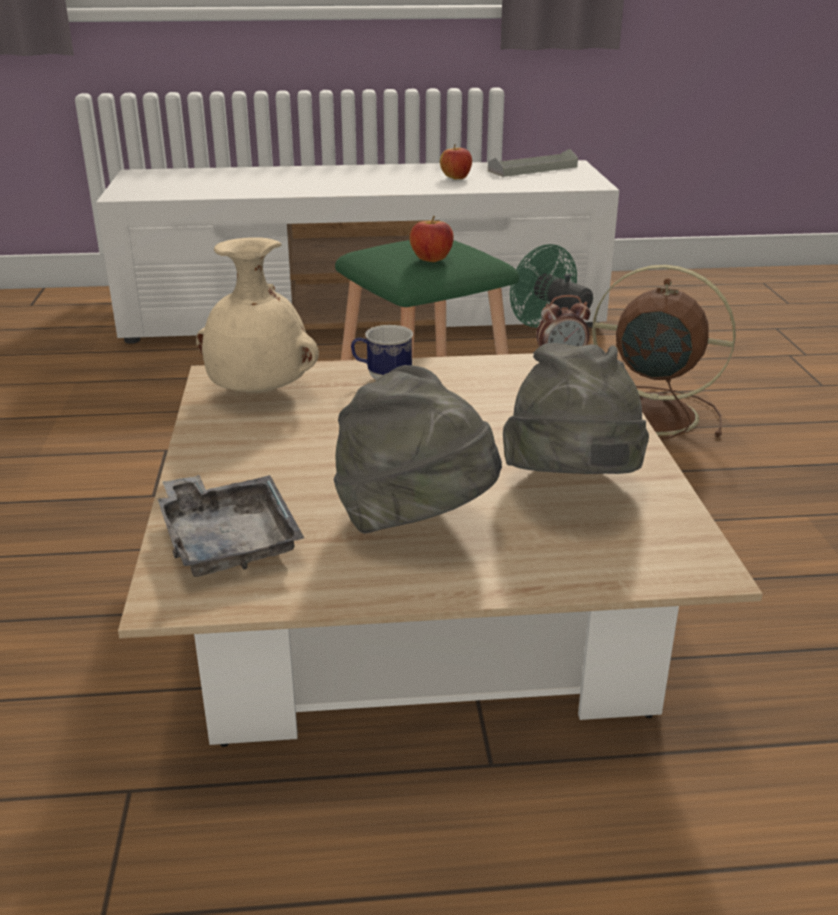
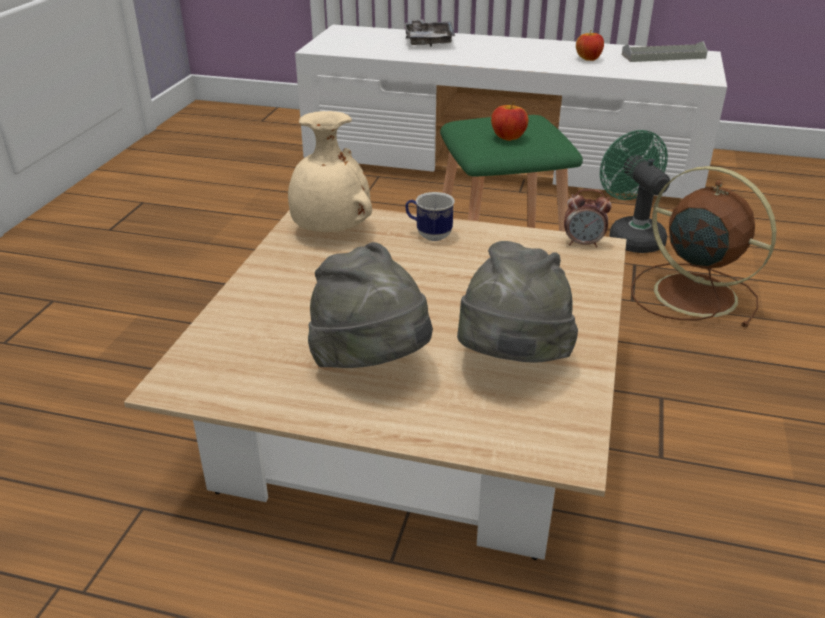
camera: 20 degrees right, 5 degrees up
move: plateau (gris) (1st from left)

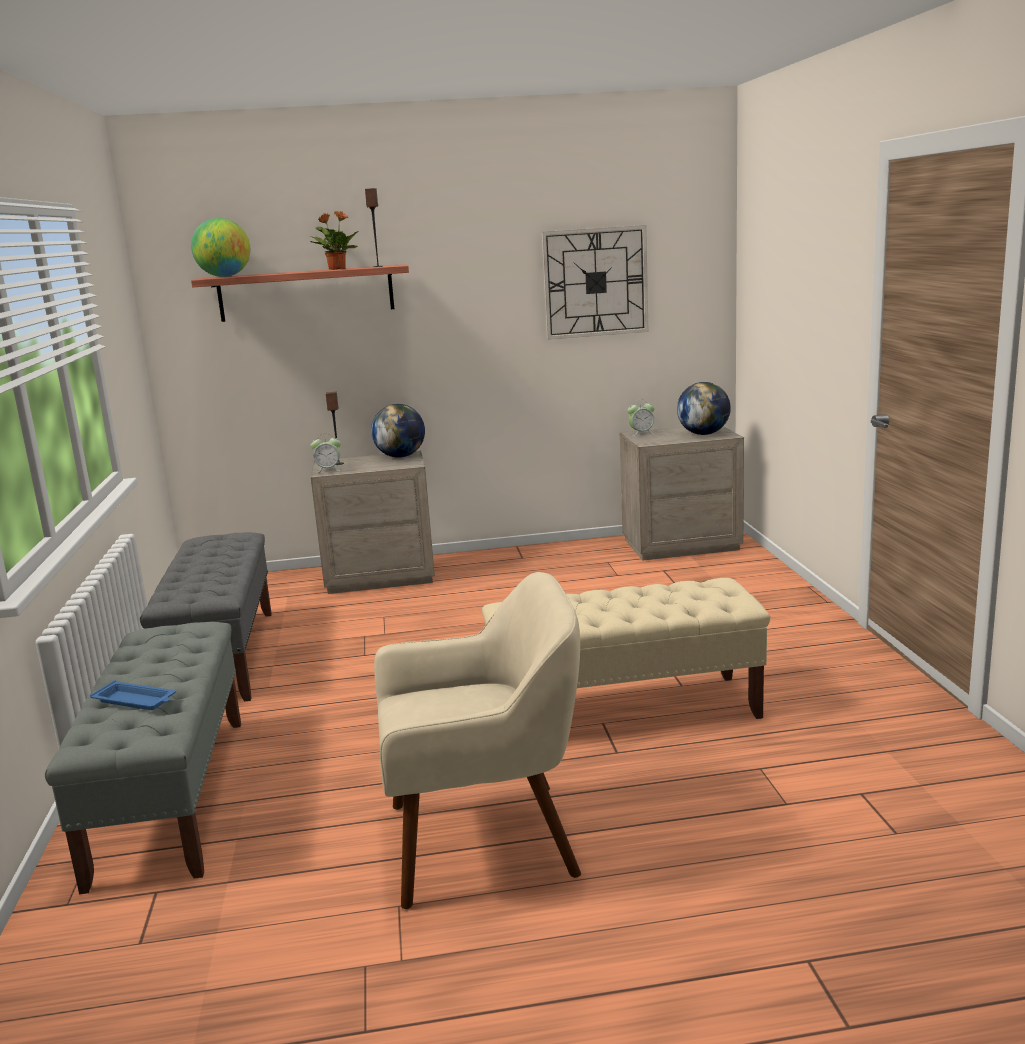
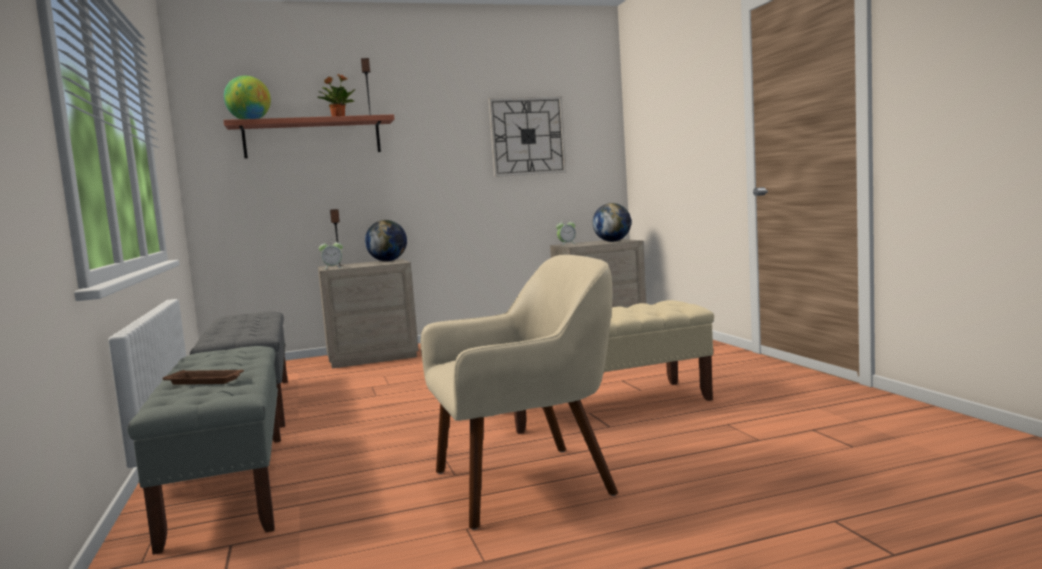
camera: 10 degrees left, 10 degrees down
recolor: plateau (bleu) to plateau (marron)

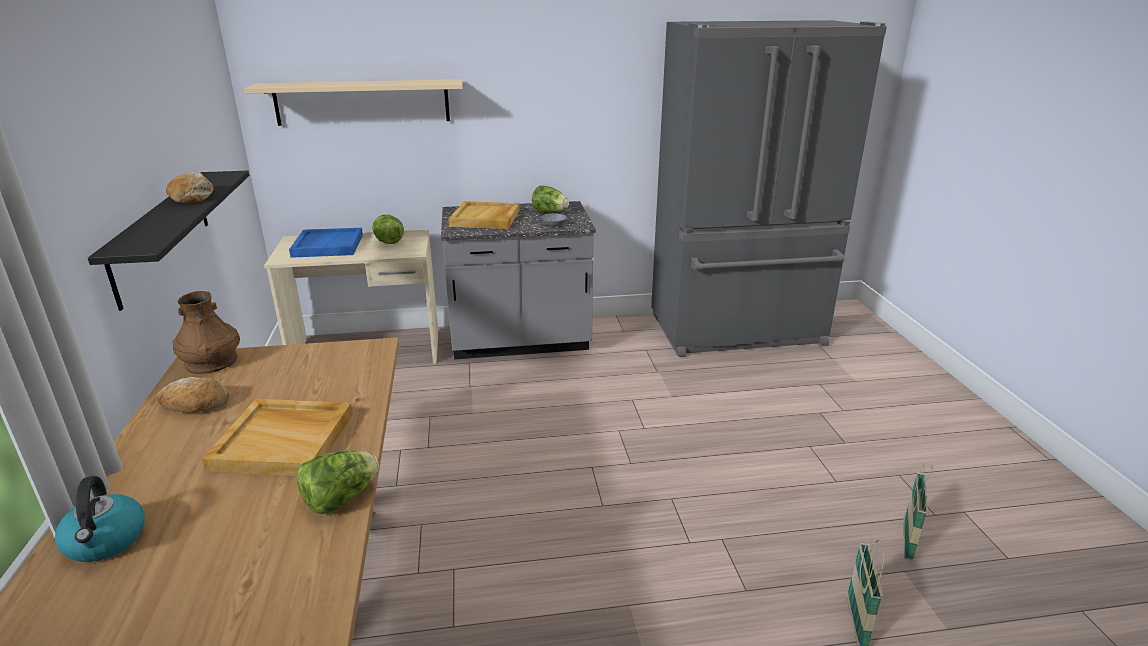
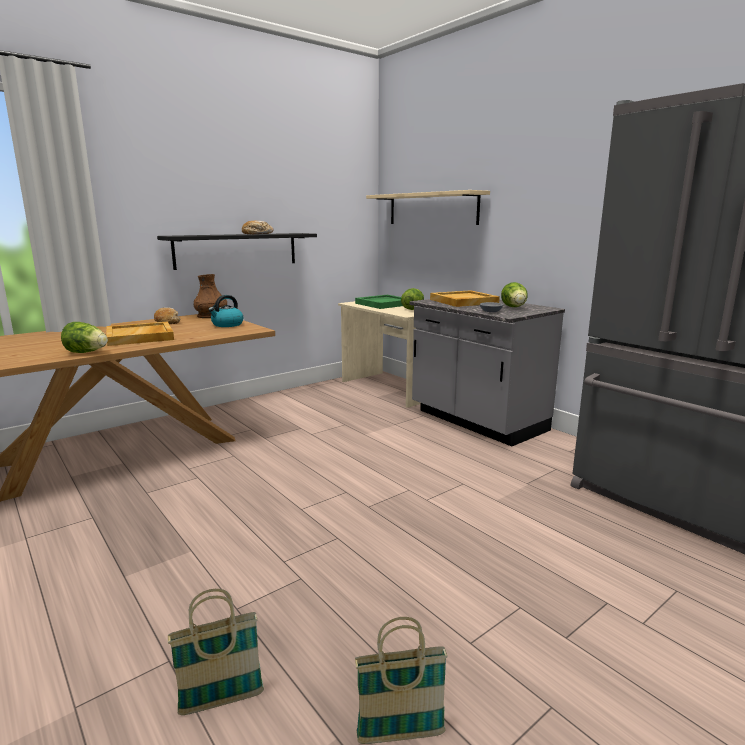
camera: 60 degrees right, 10 degrees down
move: bouilloire
recolor: plateau (bleu) to plateau (vert)

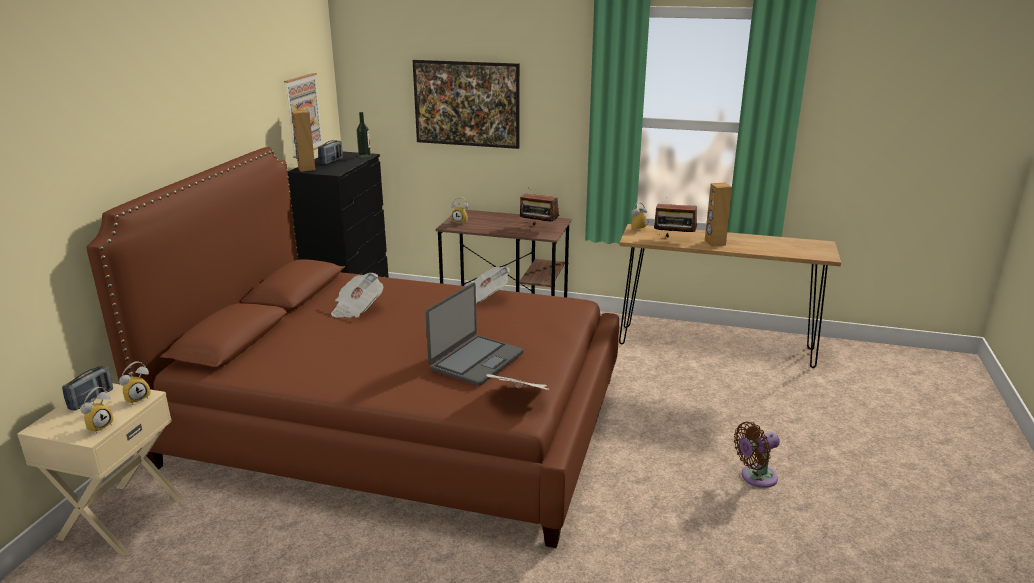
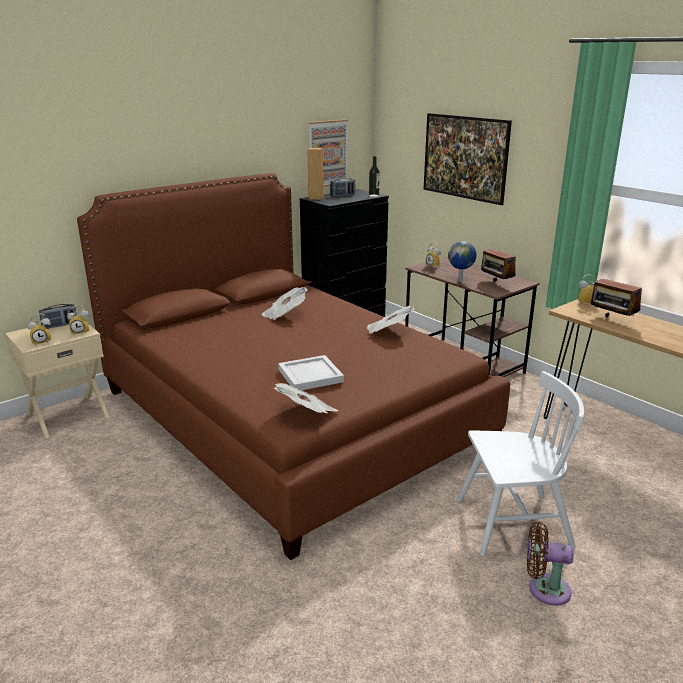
camera: 35 degrees right, 0 degrees up
delete: enceinte (marron) (2nd from left)
insert: globe; chaise (blanc)
replace: ordinateur portable to plateau (blanc)

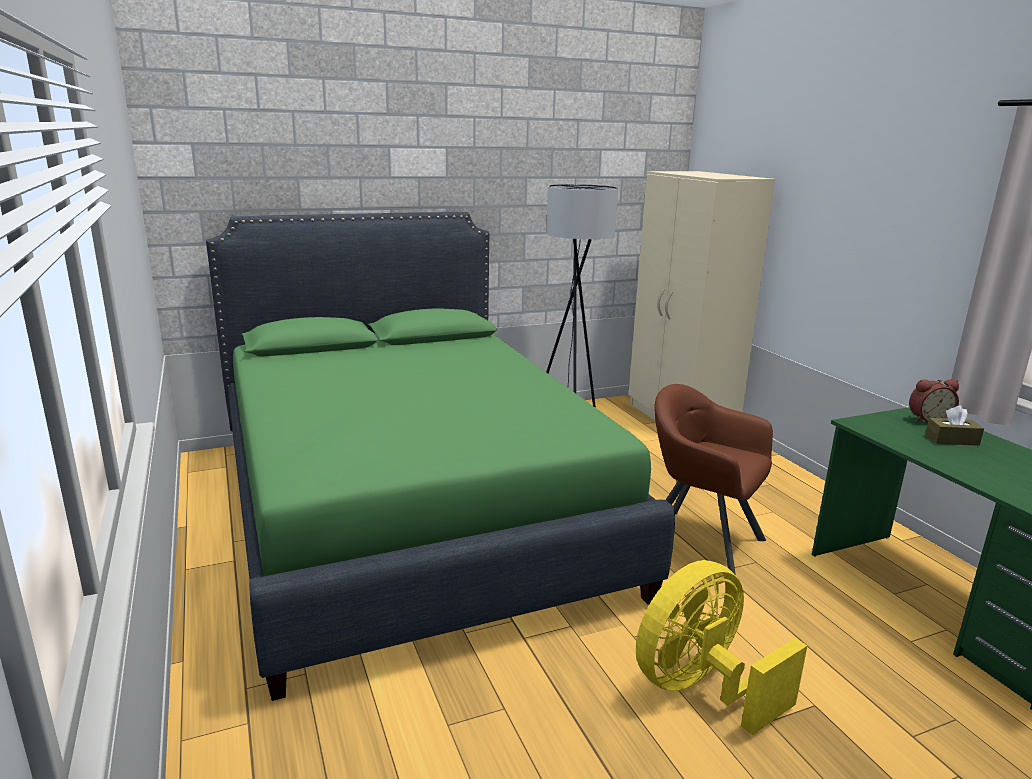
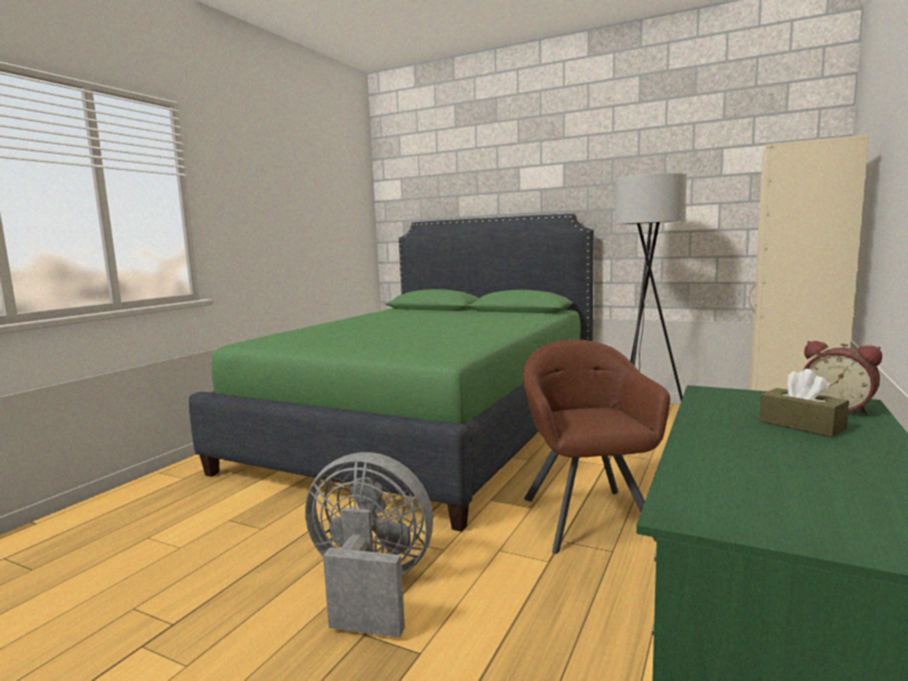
camera: 50 degrees right, 10 degrees down
recolor: ventilateur (jaune) to ventilateur (gris)

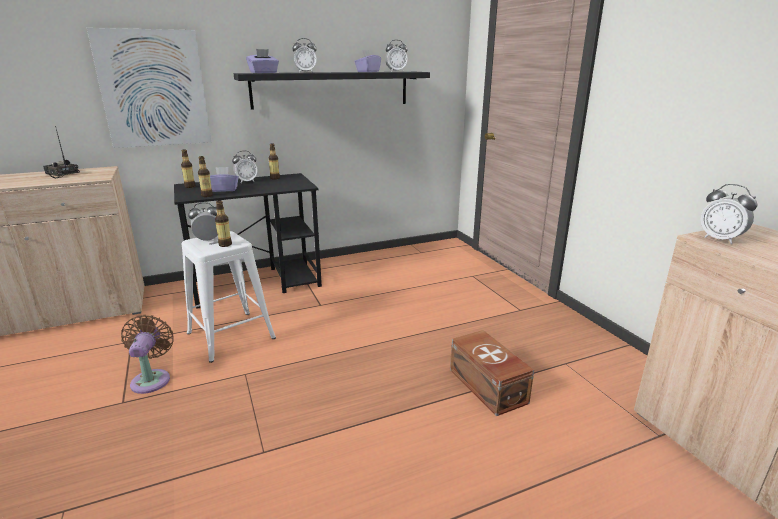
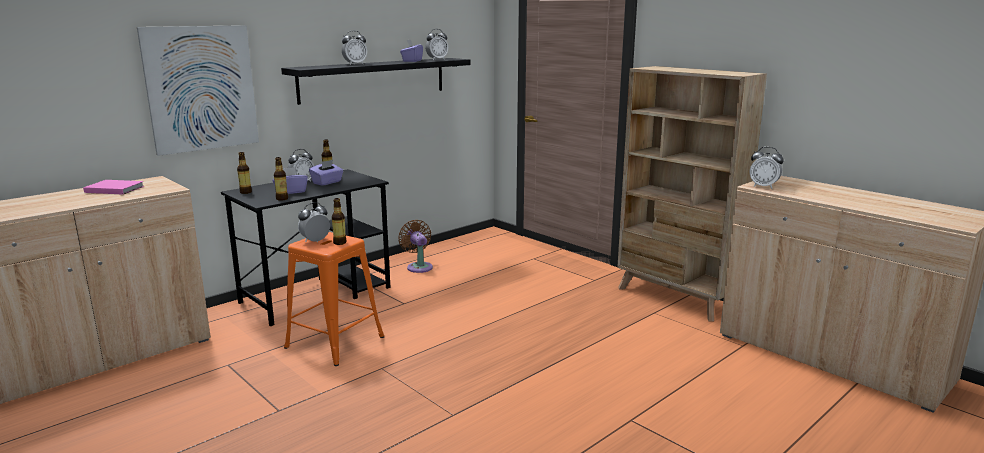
camera: 20 degrees left, 5 degrees down
delete: boîte de rangement (marron)
insert: bibliothèque (beige)
move: boîte à mouchoirs (violet) (2nd from left); ventilateur (marron)
replace: radio to livre (rose)
recolor: tabouret (blanc) to tabouret (orange)

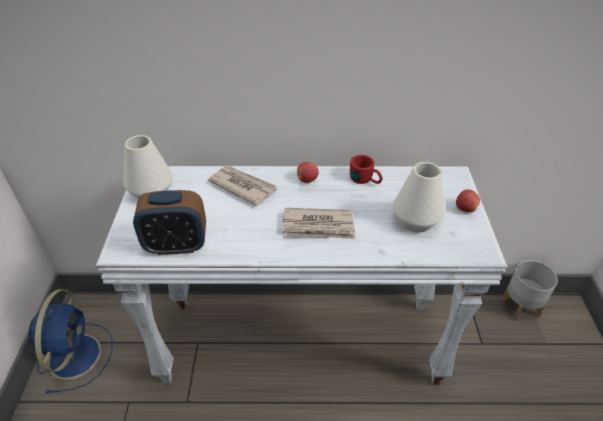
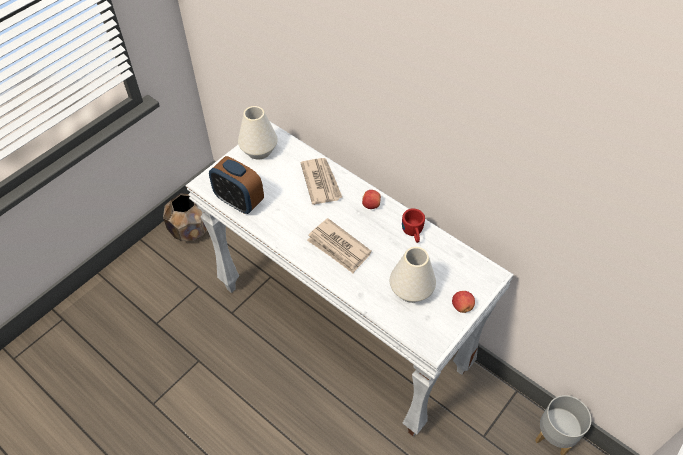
camera: 40 degrees right, 10 degrees up
replace: ventilateur (bleu) to cache-pot (marron)

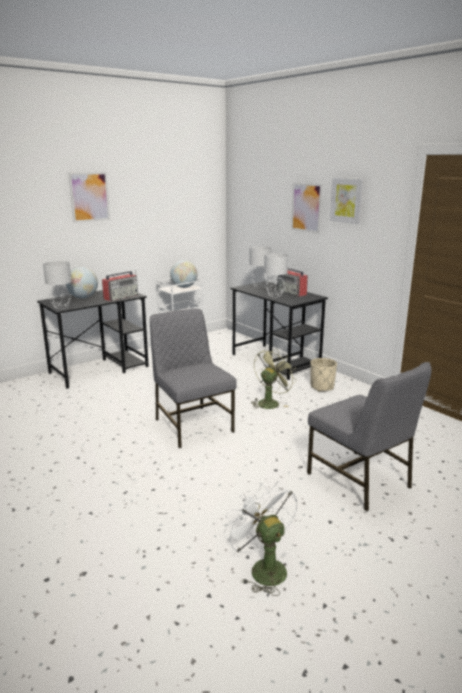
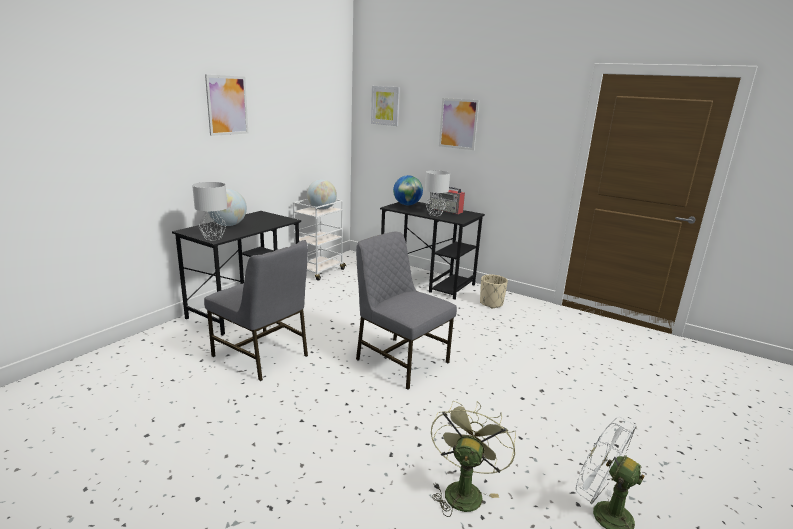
camera: 20 degrees left, 0 degrees up
delete: radio (1st from left)
move: tableau (3rd from left in the first image) to tableau (2nd from left); ventilateur (vert); chaise (gris) (2nd from left in the first image) to chaise (gris) (1st from left)
replace: lampe de table (gris) (2nd from left) to globe (3rd from left)

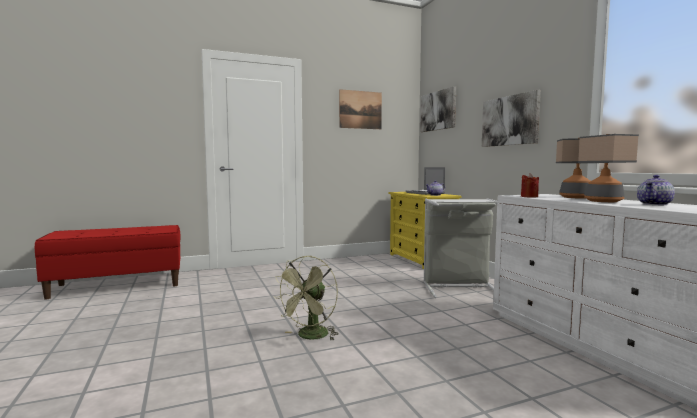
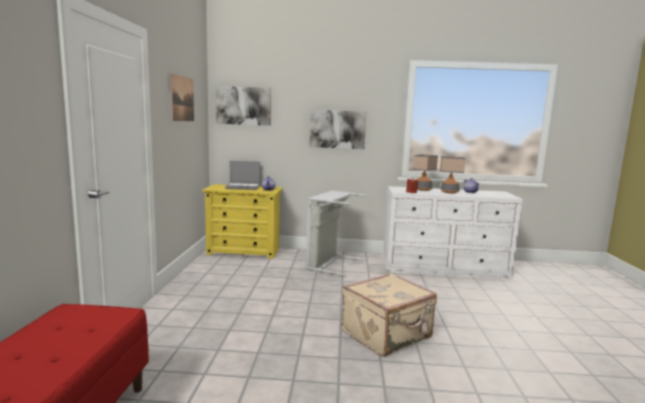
camera: 65 degrees left, 5 degrees up
replace: ventilateur (vert) to valise (beige)

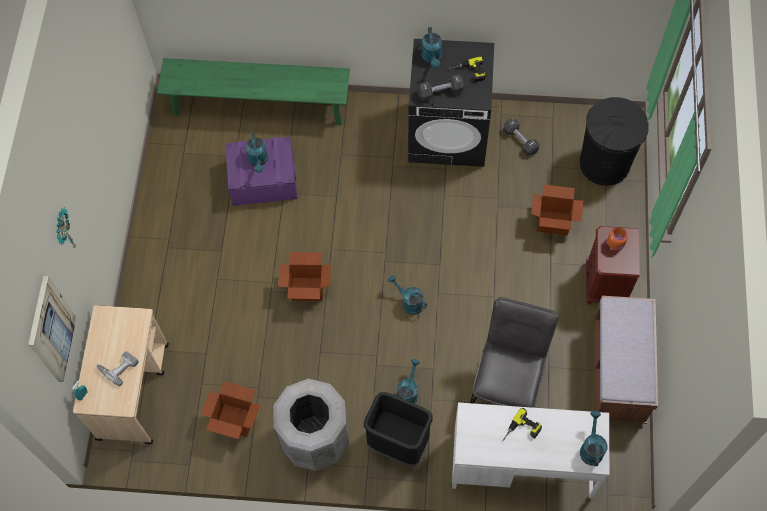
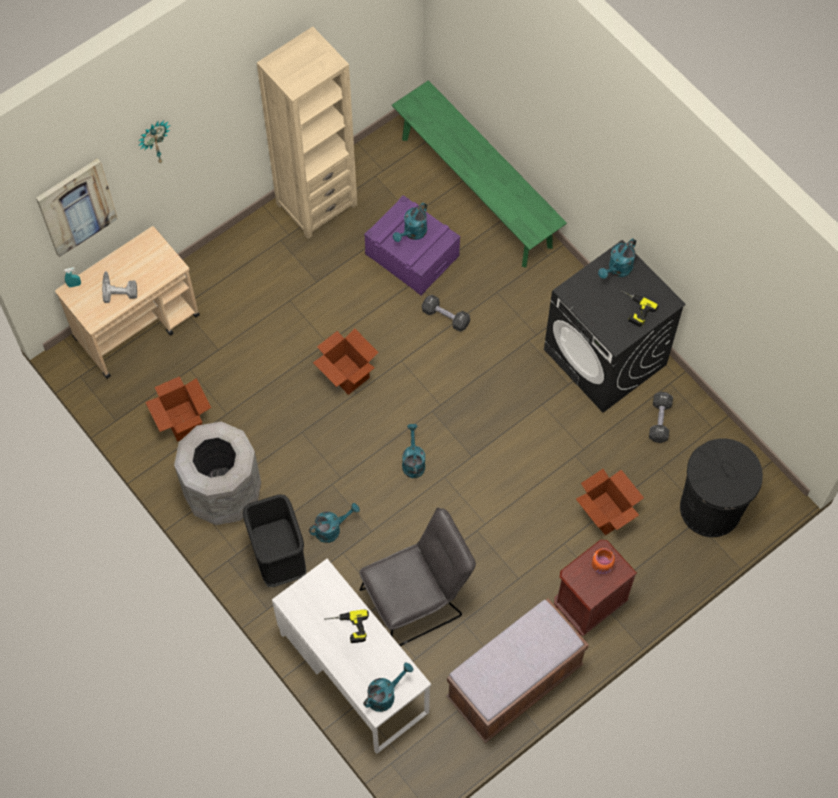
camera: 45 degrees right, 0 degrees up
insert: bibliothèque (beige)
move: haltère (noir) (1st from left)

